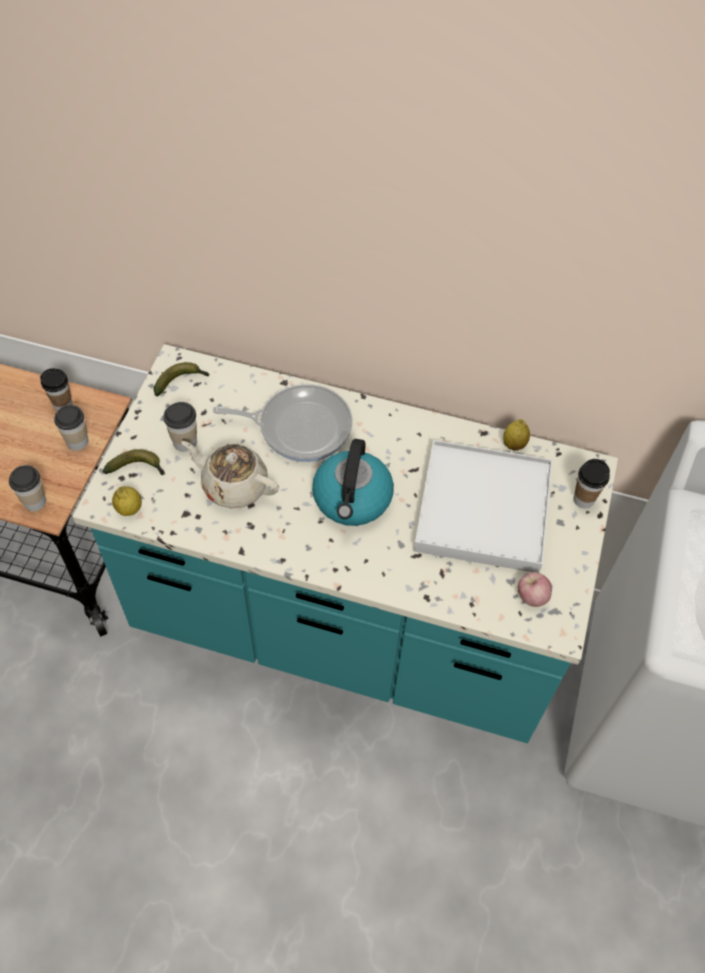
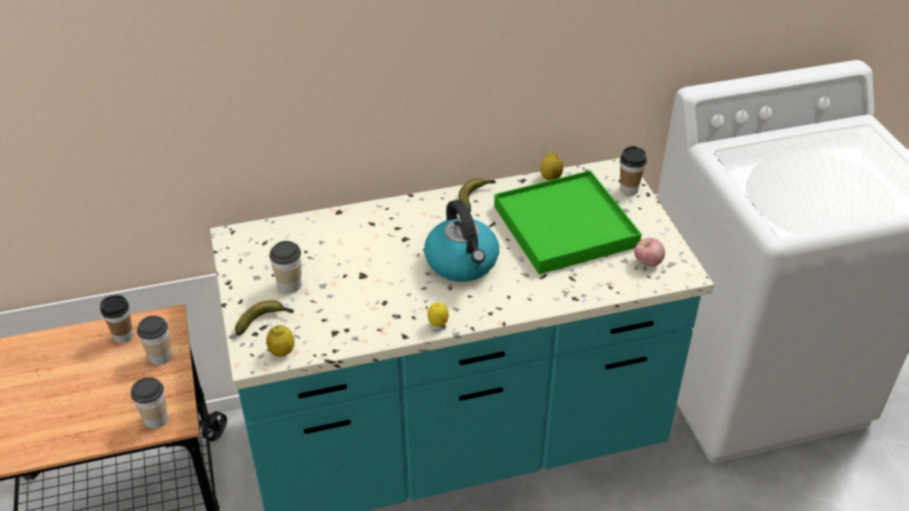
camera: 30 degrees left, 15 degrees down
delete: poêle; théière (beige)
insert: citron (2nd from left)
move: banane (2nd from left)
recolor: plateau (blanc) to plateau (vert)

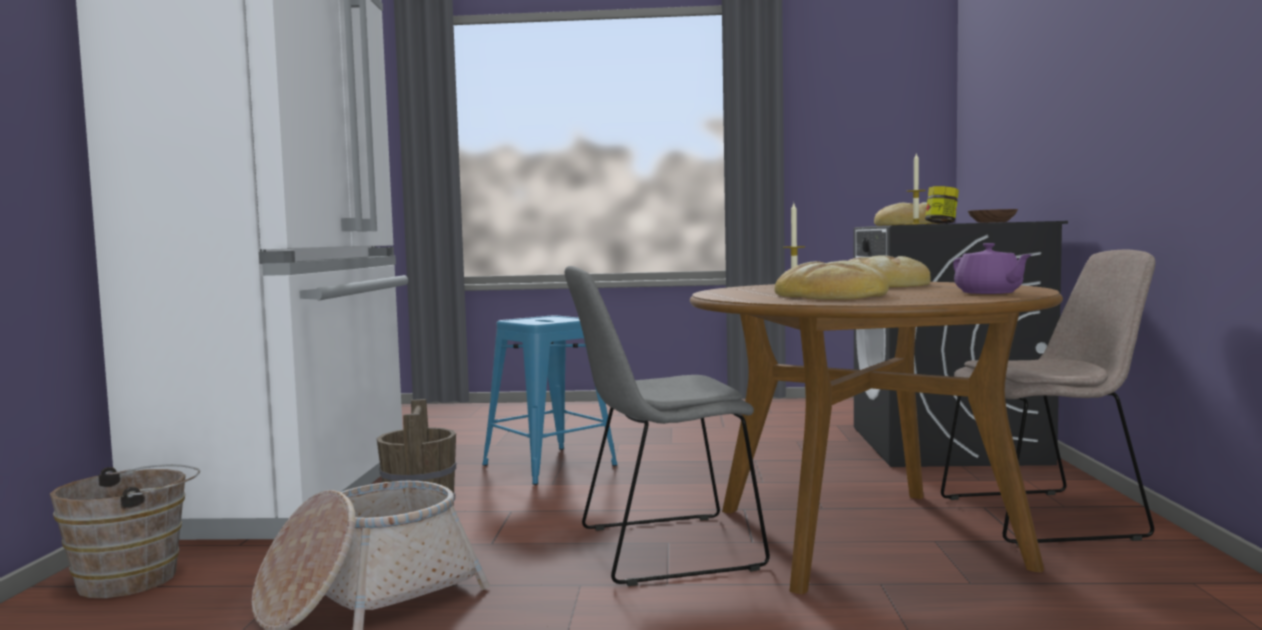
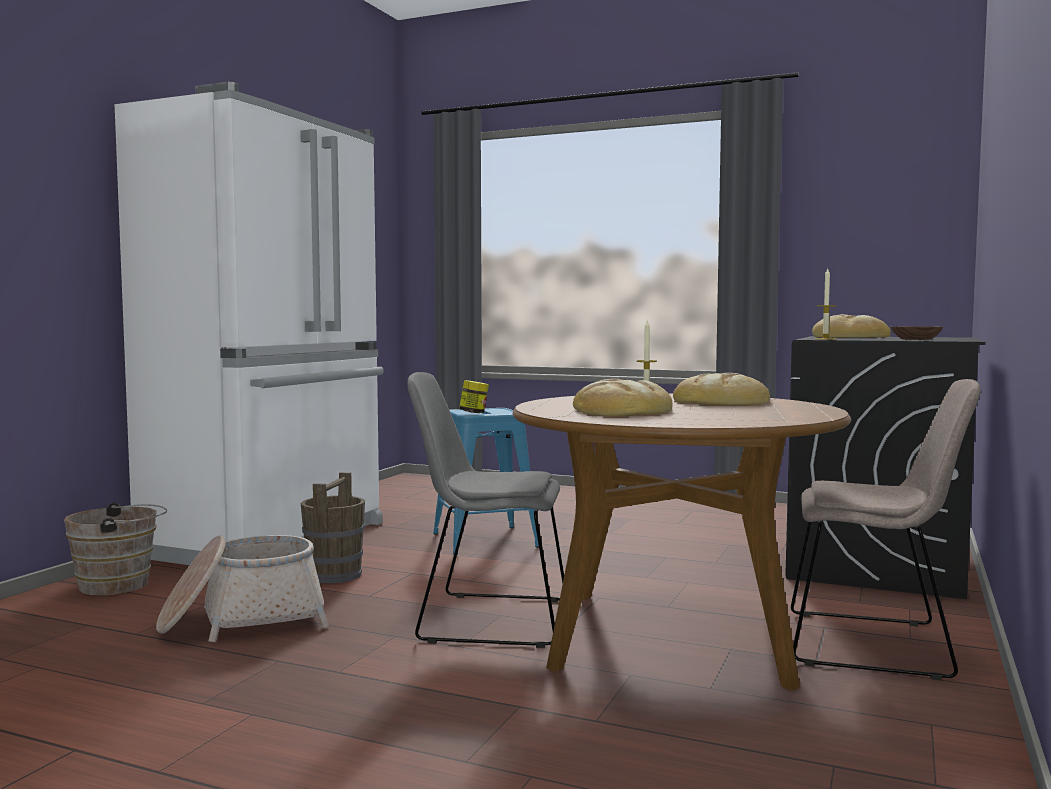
camera: 20 degrees right, 0 degrees up
delete: théière (violet)
move: bocal

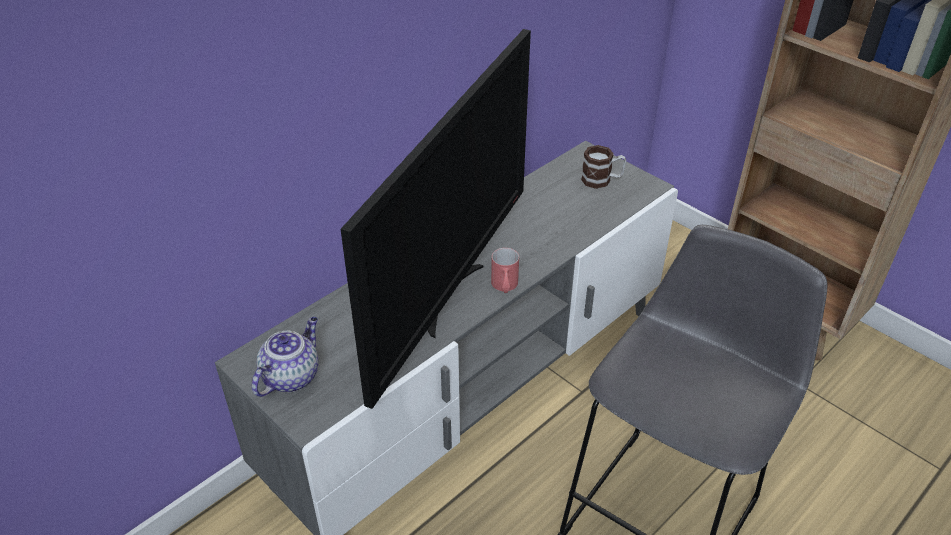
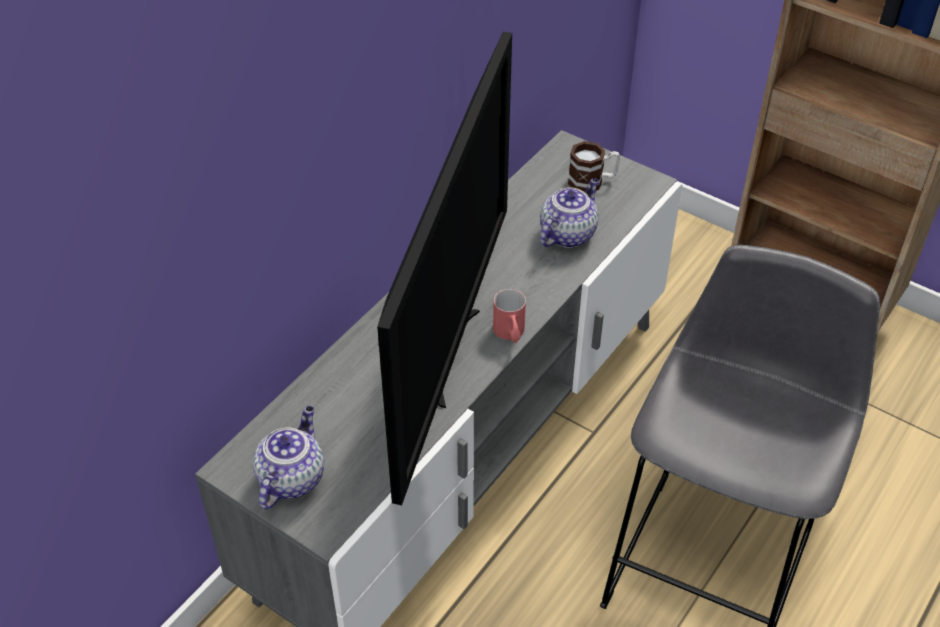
camera: 10 degrees left, 5 degrees up
insert: théière (2nd from left)

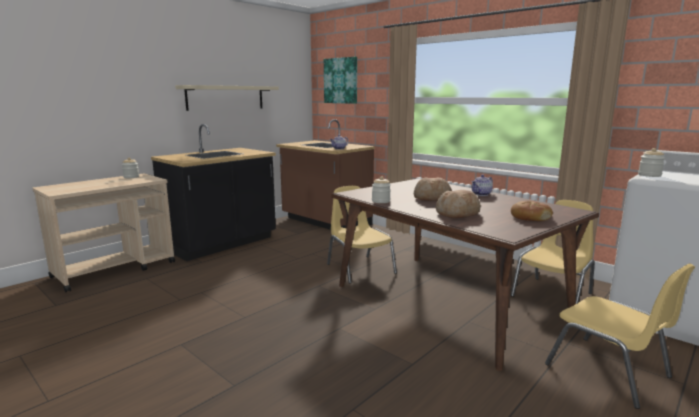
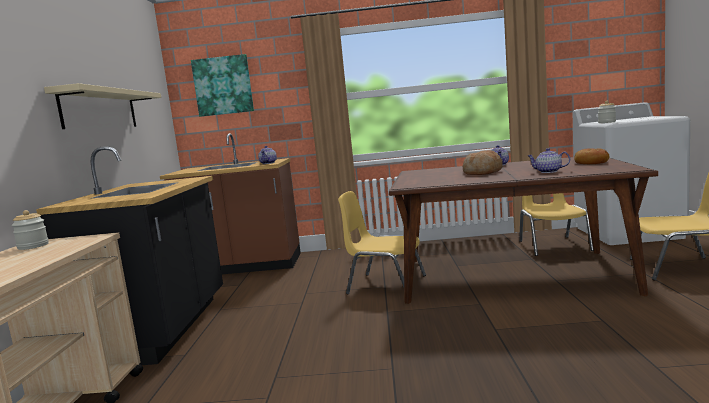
camera: 40 degrees left, 5 degrees down
delete: bocal (2nd from left)
replace: pain (2nd from left) to théière (3rd from left)

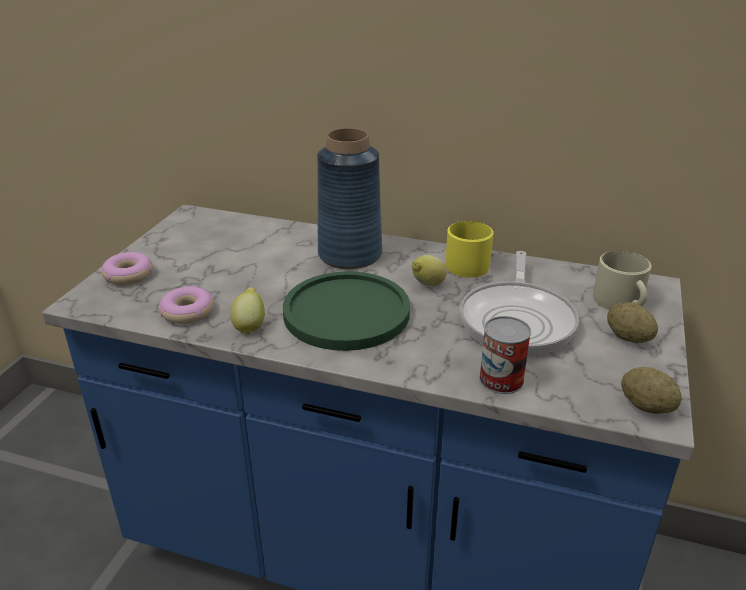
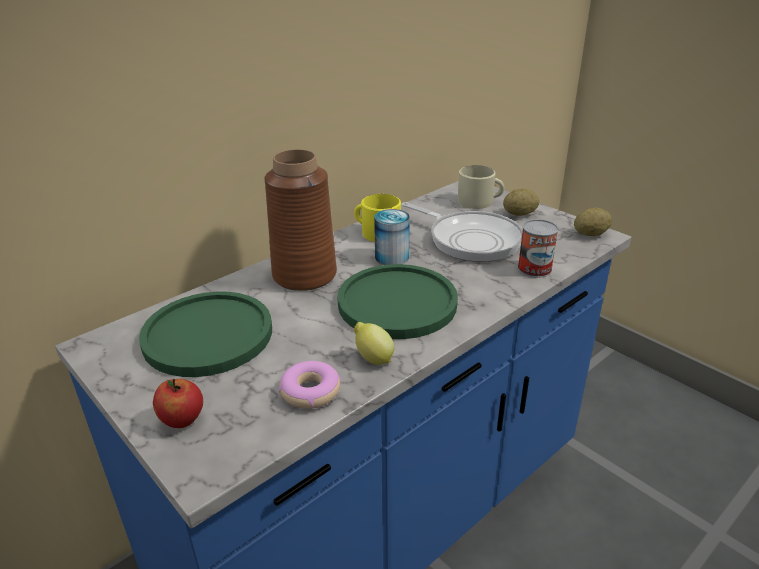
camera: 60 degrees left, 0 degrees up
insert: assiette (vert) (1st from left)
replace: beignet (1st from left) to pomme; citron (2nd from left) to boîte métallique (1st from left)
recolor: vase (bleu) to vase (marron)

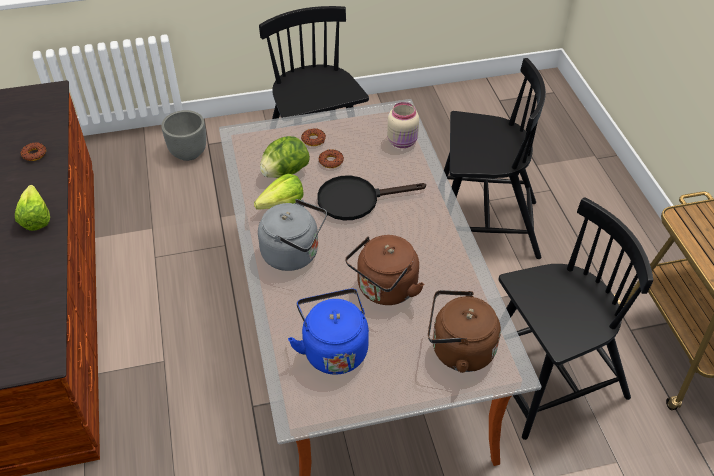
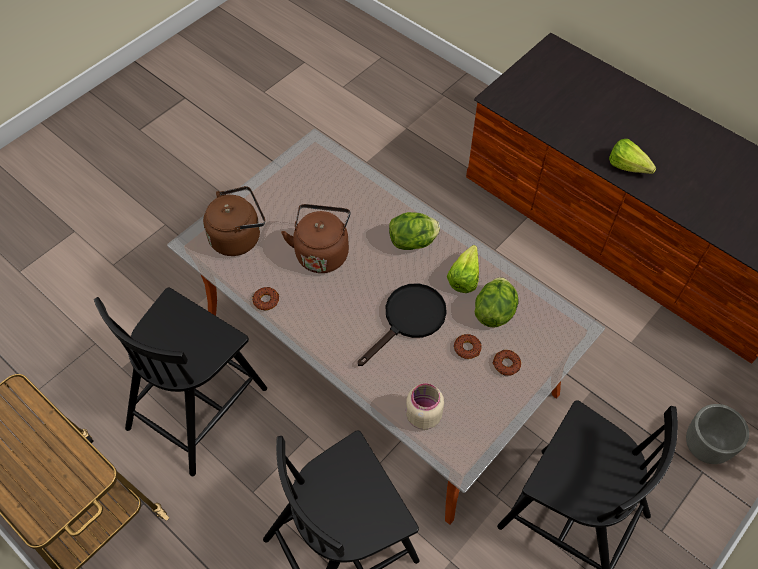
camera: 145 degrees right, 10 degrees up
delete: bouilloire (bleu)
move: beignet (1st from left)
replace: bouilloire (gris) to laitue (1st from left)

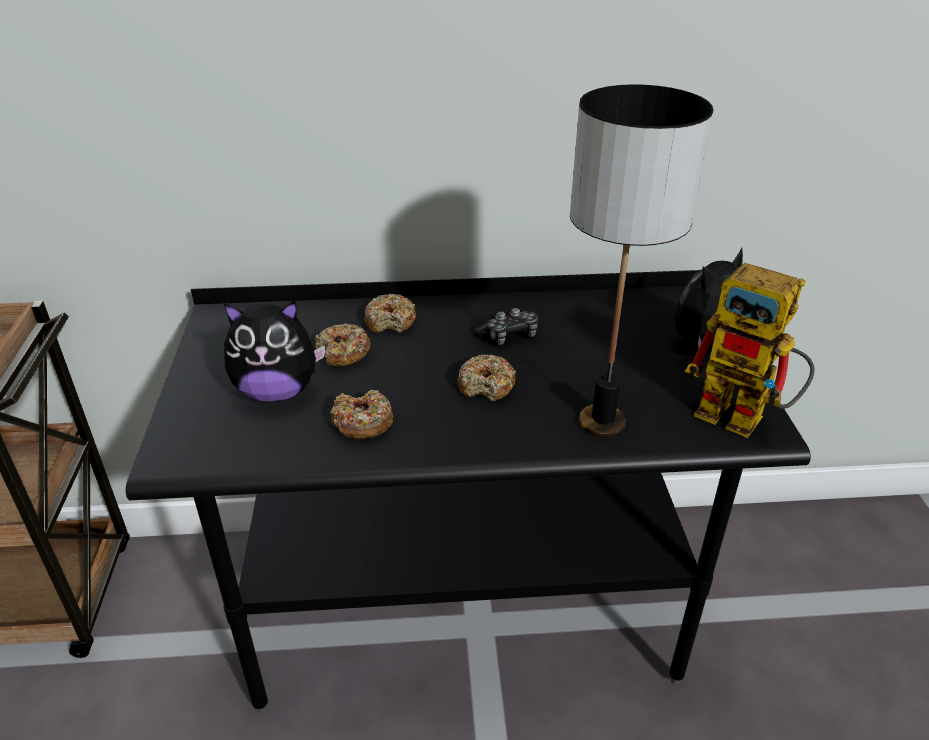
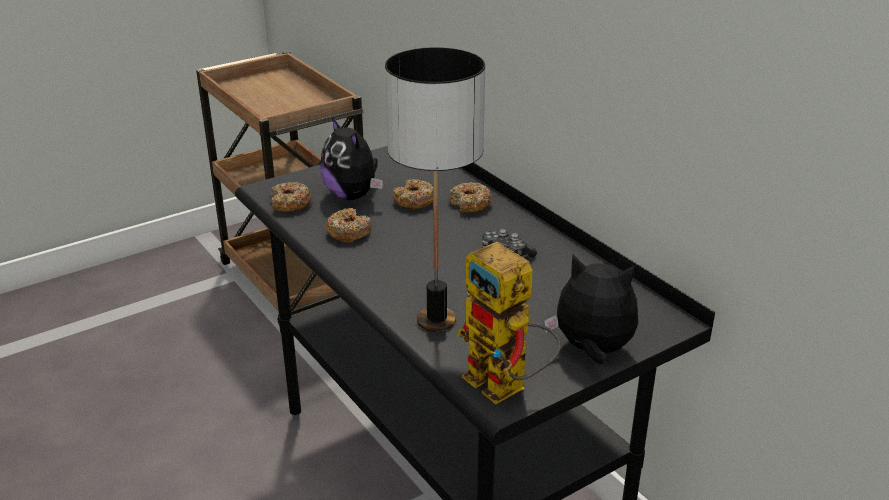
camera: 60 degrees right, 5 degrees down
move: beignet (4th from left in the first image) to beignet (1st from left)
rotate: robot jouet 45 degrees counterclockwise

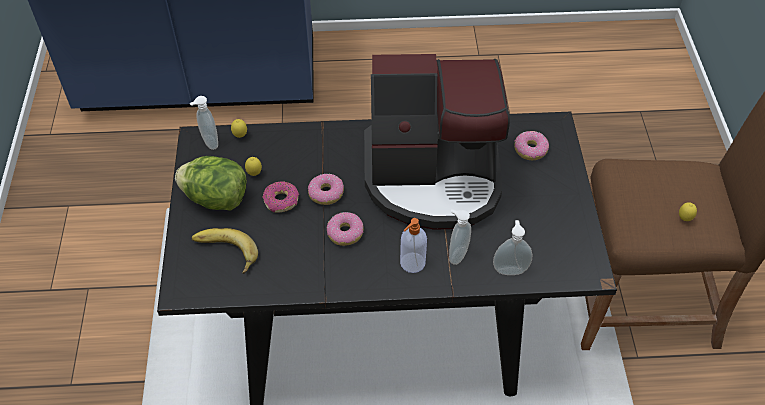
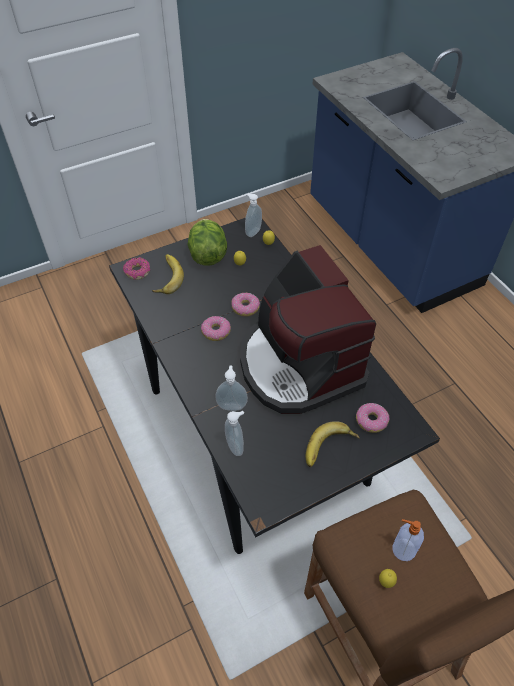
camera: 65 degrees right, 0 degrees up
insert: banane (2nd from left)
move: beignet (1st from left); distributeur de savon (2nd from left in the first image) to distributeur de savon (4th from left)

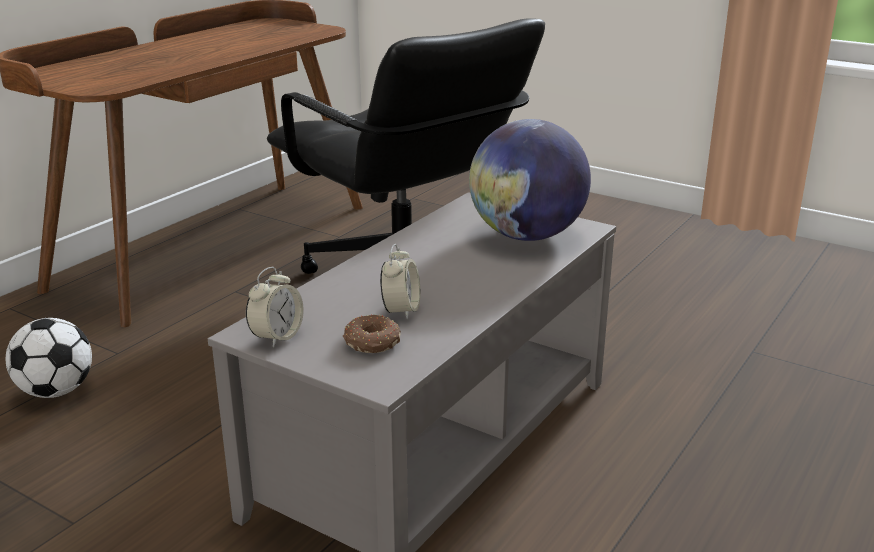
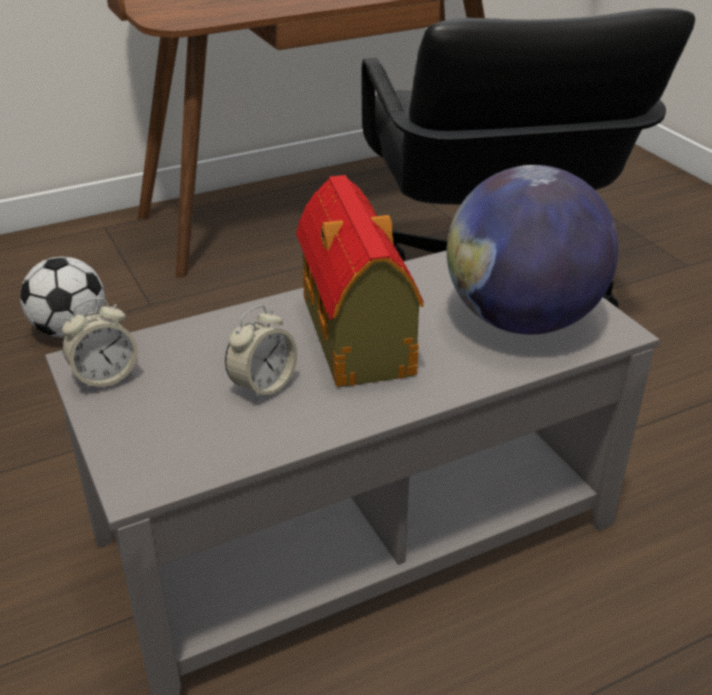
camera: 30 degrees right, 10 degrees up
delete: beignet
insert: maison miniature

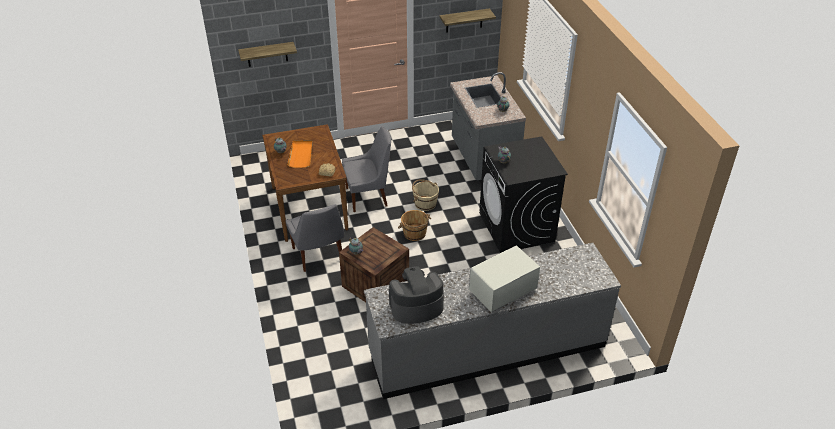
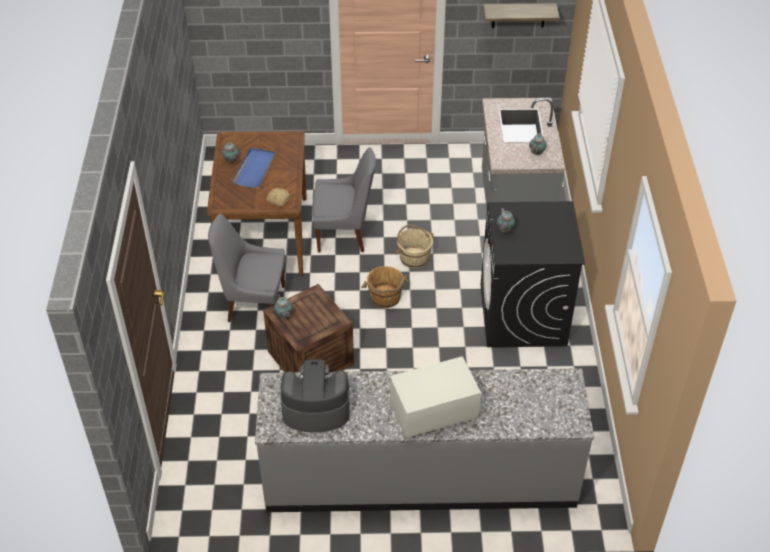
camera: 15 degrees right, 5 degrees up
delete: étagère (1st from left)
recolor: plateau (orange) to plateau (bleu)
rotate: chaise (gris) (1st from left) 105 degrees clockwise

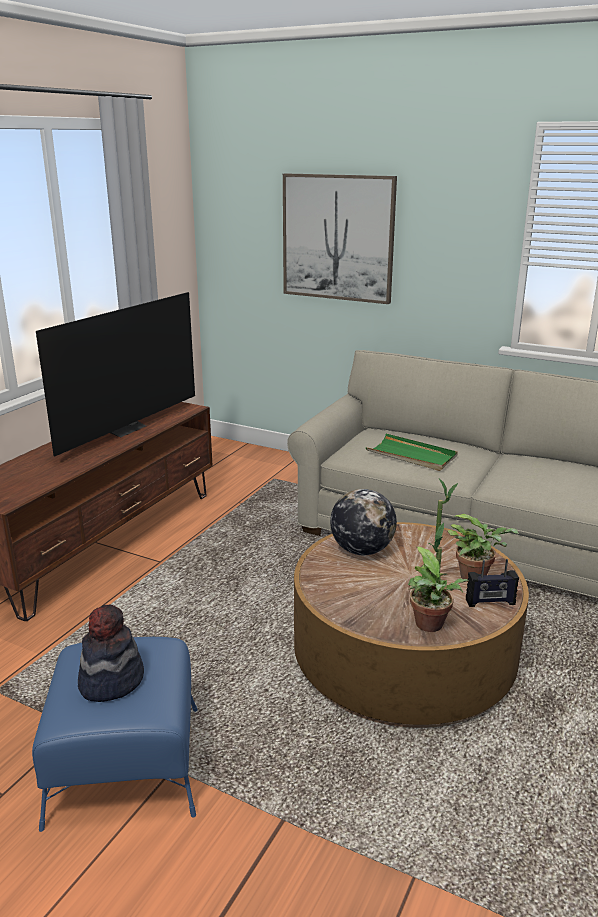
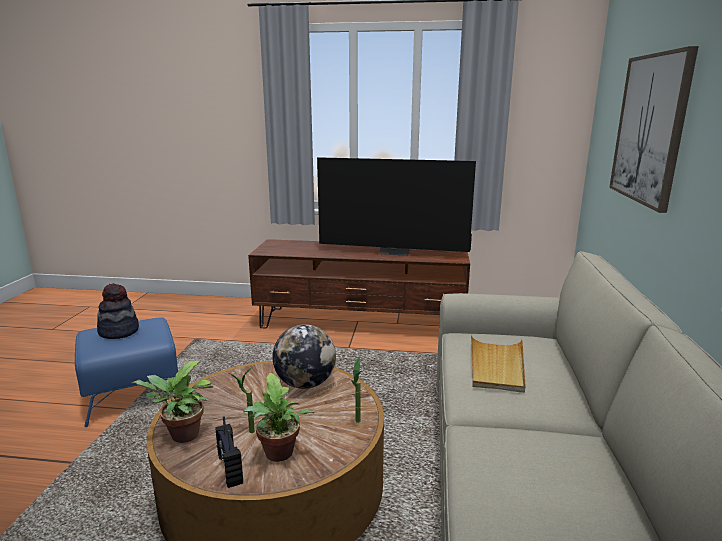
camera: 70 degrees right, 5 degrees down
recolor: plateau (vert) to plateau (beige)

